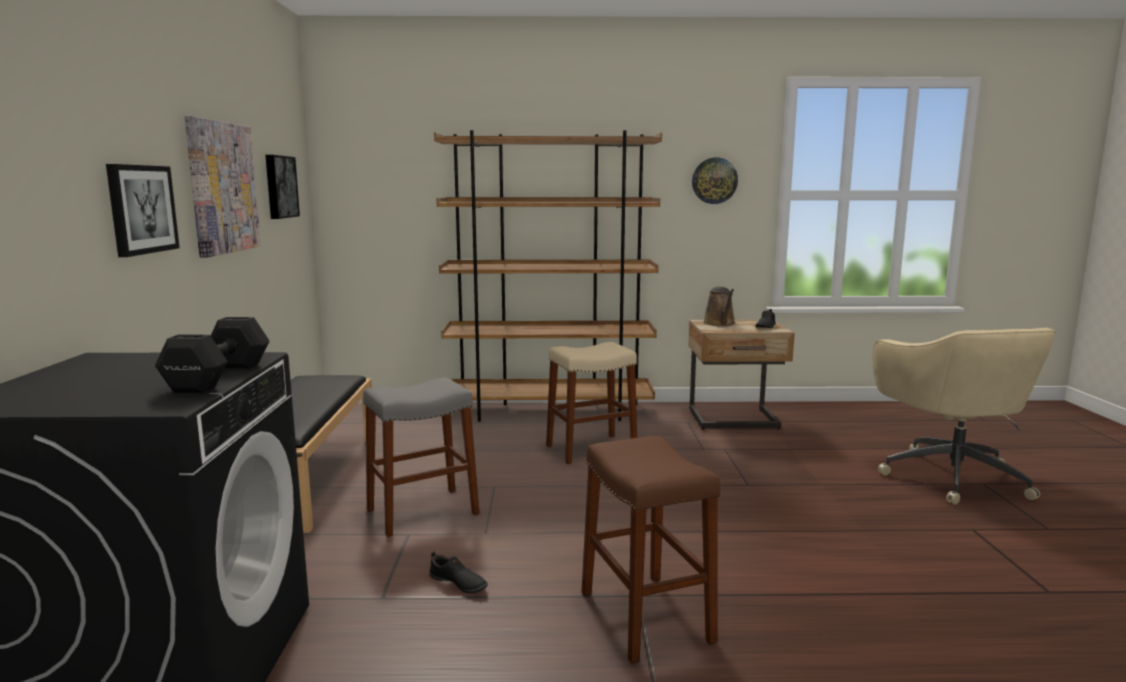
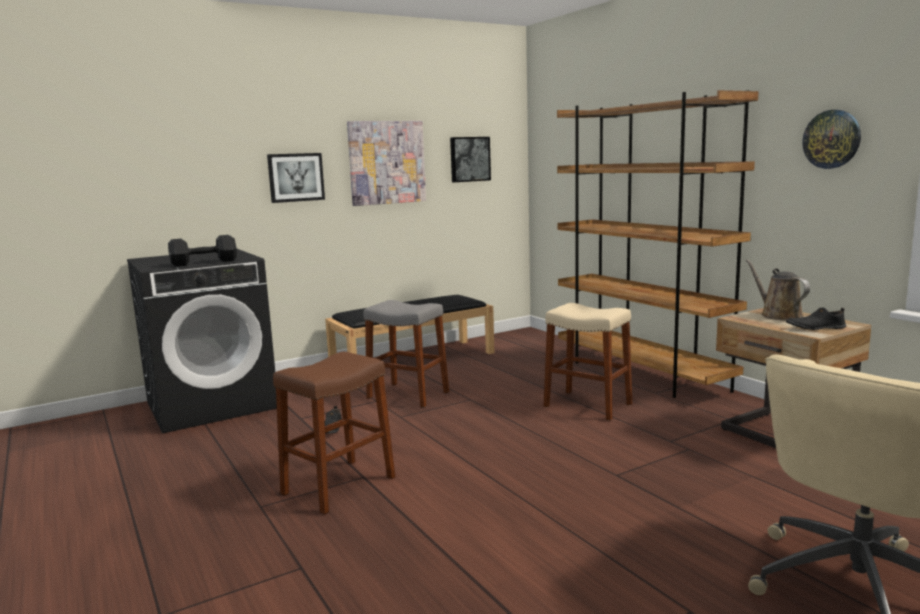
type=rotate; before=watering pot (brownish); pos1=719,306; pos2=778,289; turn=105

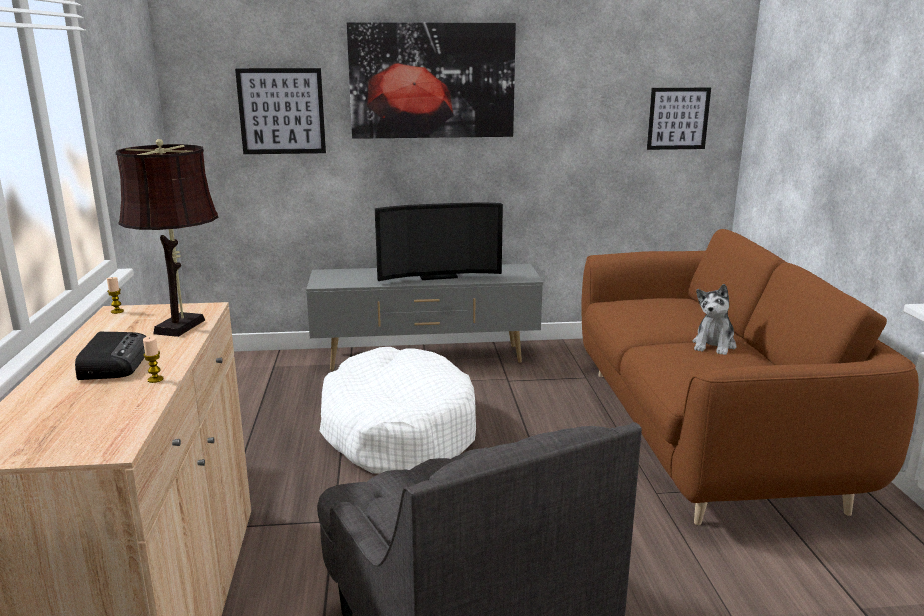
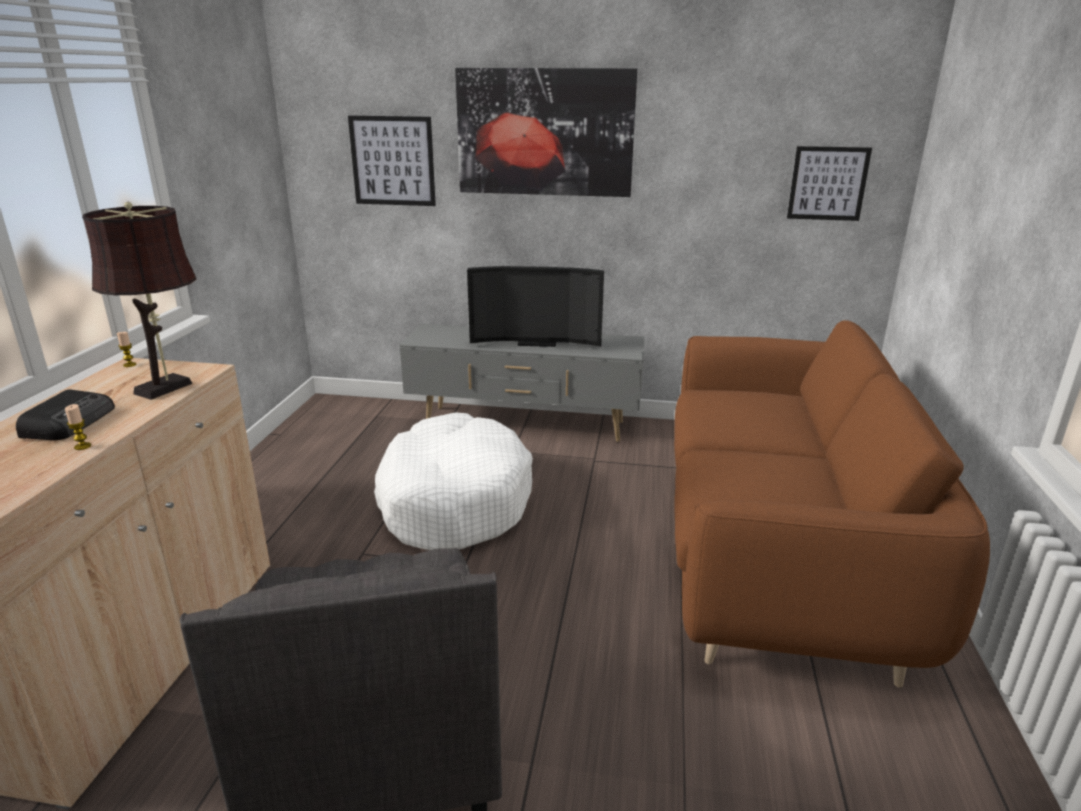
type=delete; before=cuddly toy; pos1=714,319

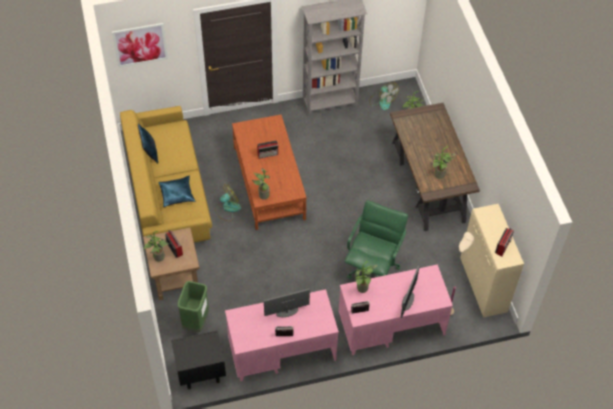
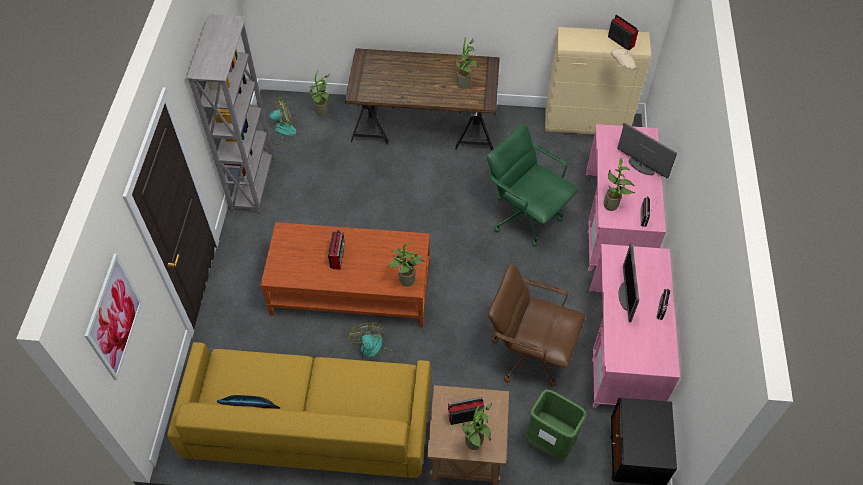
type=delete; before=pillow (bluish); pos1=176,191
type=insert; after=computer chair (brownish); pos2=536,325

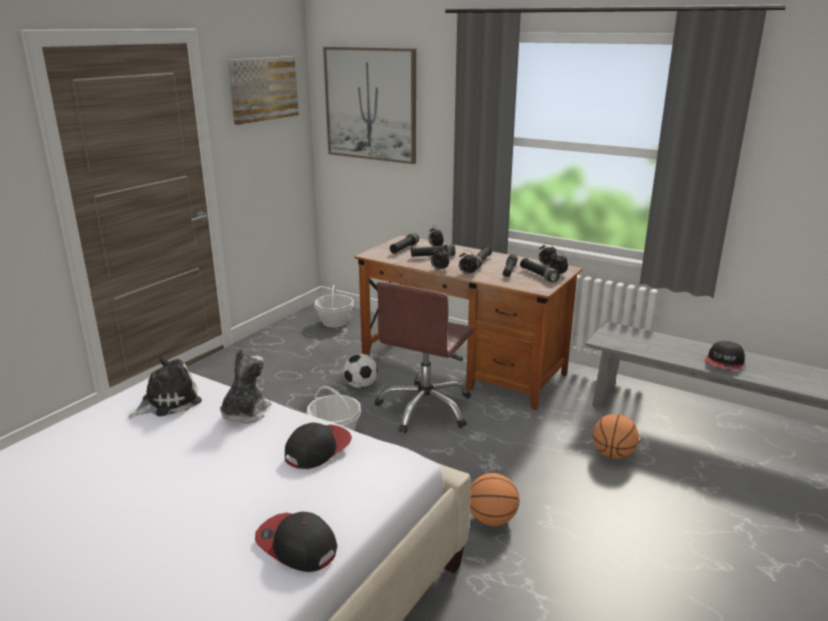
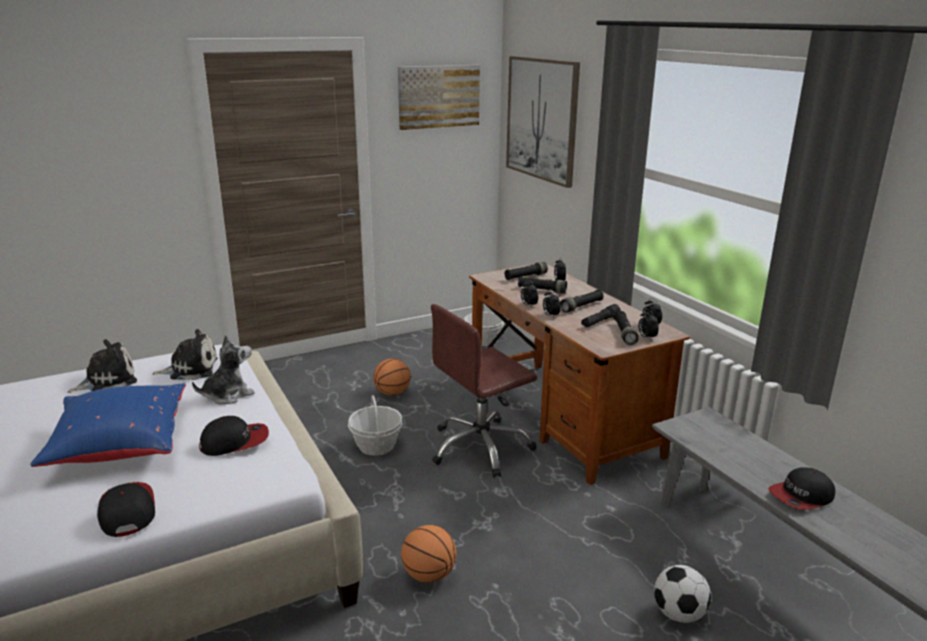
type=insert; after=pillow (bluish); pos2=108,425
type=insert; after=cuddly toy; pos2=102,366
type=move; before=football ball; pos1=360,371; pos2=682,594
type=move; before=basketball; pos1=616,436; pos2=392,377

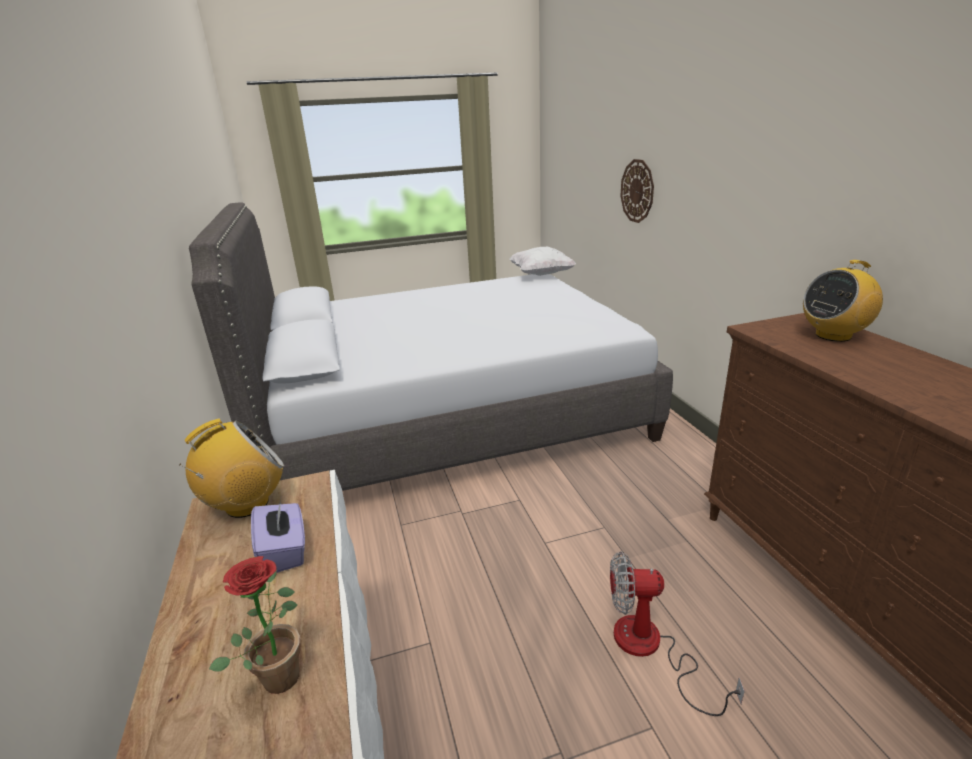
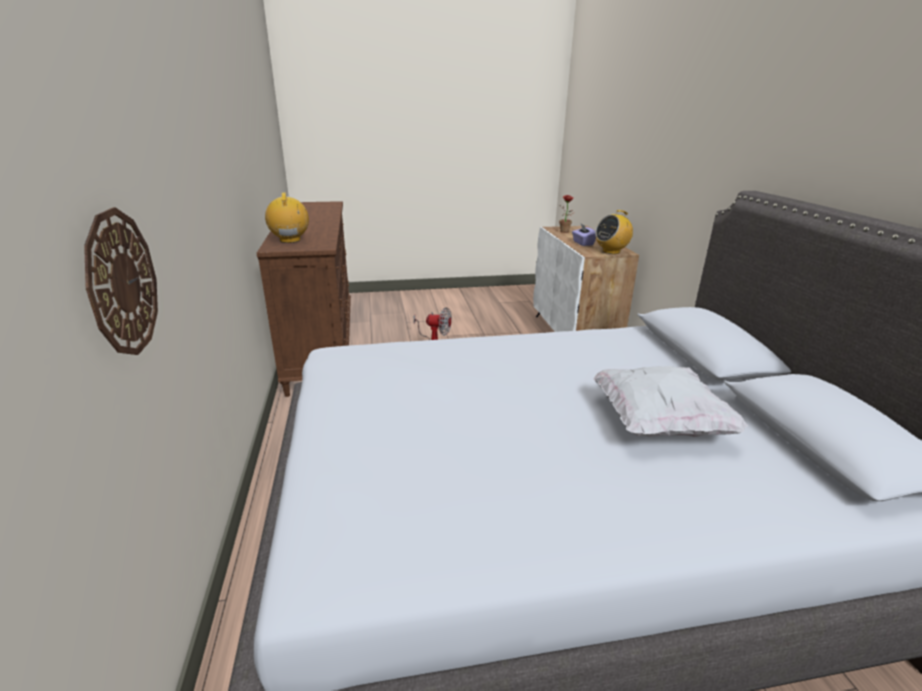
type=move; before=pillow (white); pos1=542,261; pos2=670,401
type=rotate; before=radio set; pos1=843,301; pos2=287,217; turn=-90

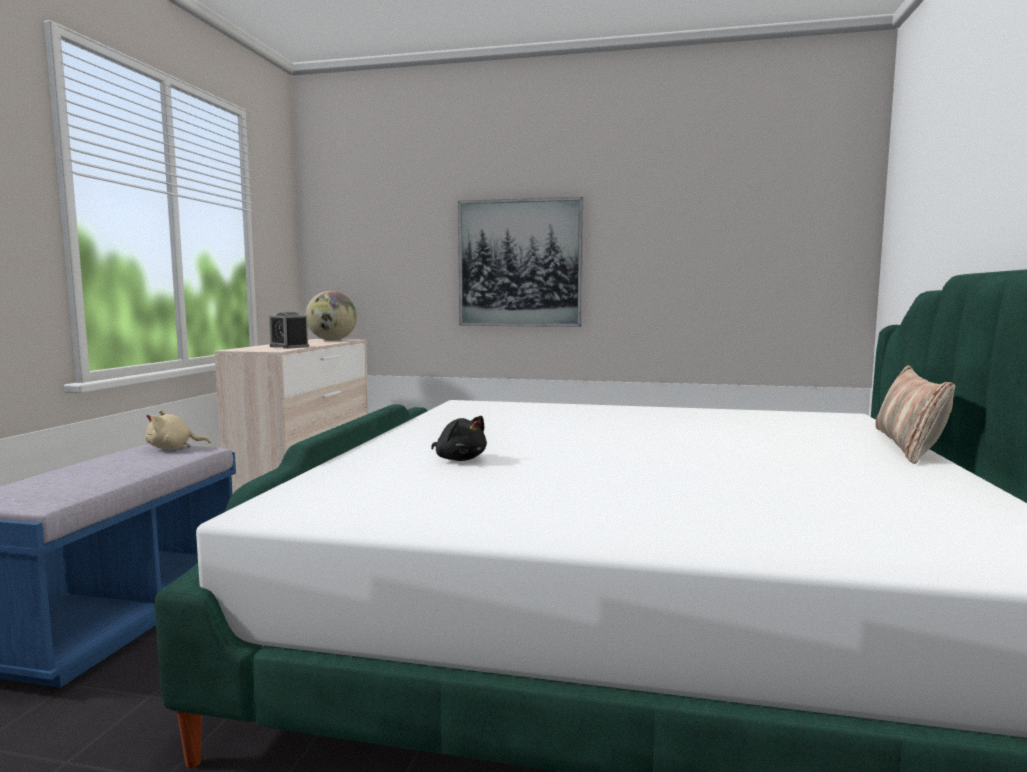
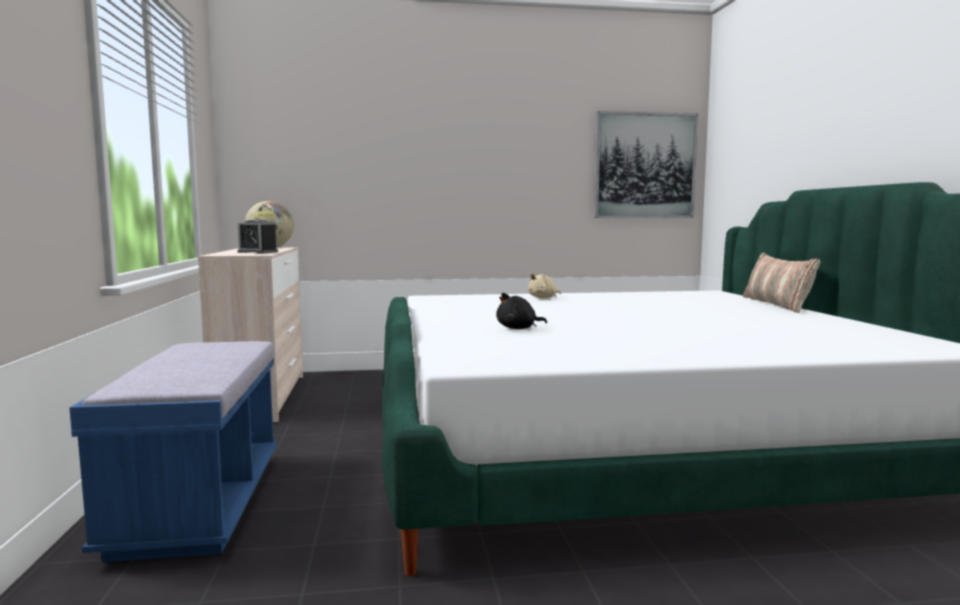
type=move; before=cuddly toy (beige-coloured); pos1=177,429; pos2=544,285
type=move; before=picture; pos1=520,262; pos2=646,164
type=rotate; before=cuddly toy (black-coloured); pos1=459,438; pos2=521,311; turn=135

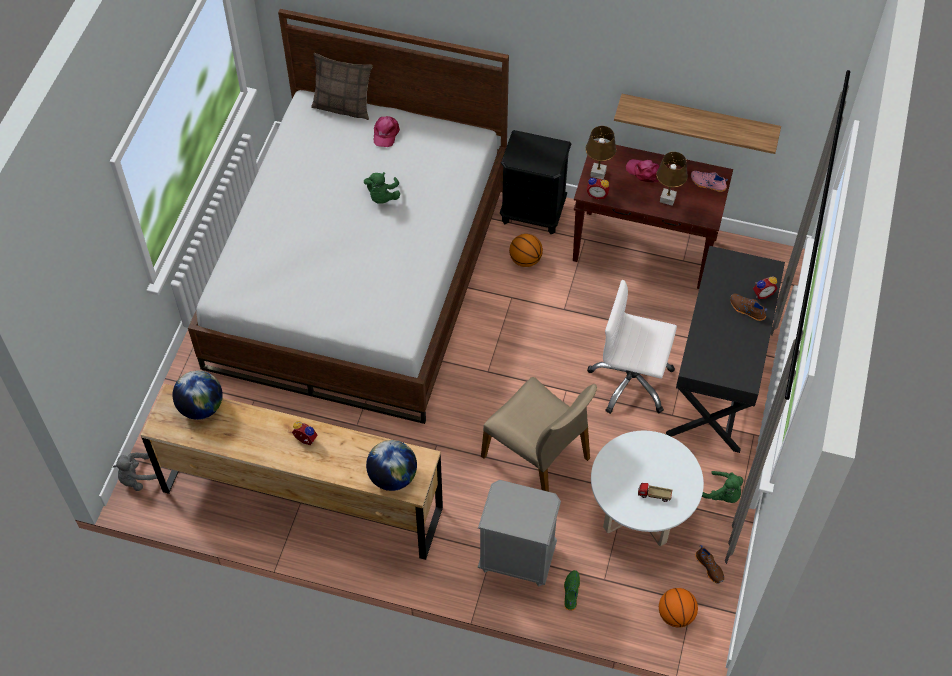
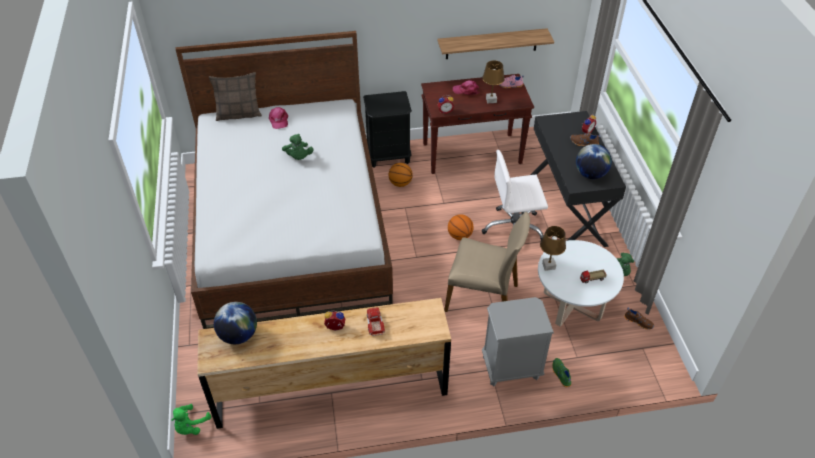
type=insert; after=toy truck; pos2=376,321
type=move; before=globe; pos1=391,465; pos2=594,161
type=move; before=tabletop lamp (brownish); pos1=601,153; pos2=553,248
type=move; before=basketball; pos1=678,607; pos2=461,227
type=recolor; before=cuddly toy (greyish); after=cuddly toy (green); pos1=138,471; pos2=191,419

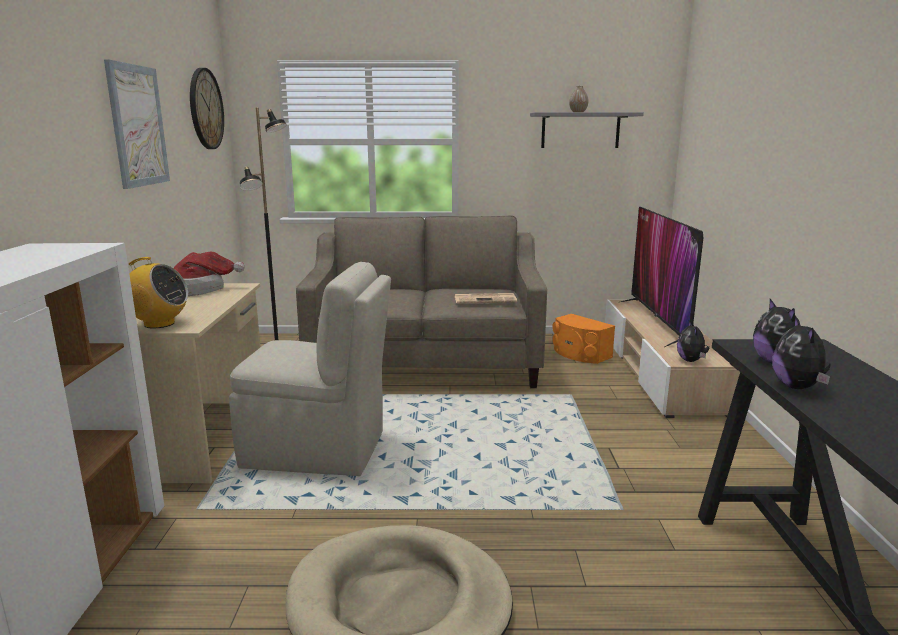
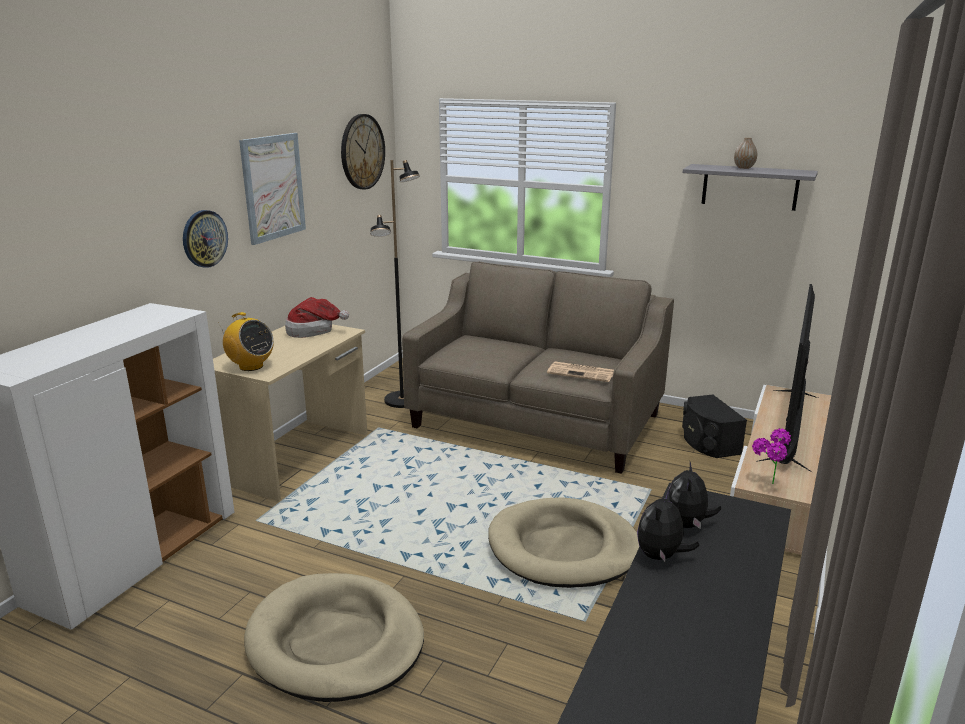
type=delete; before=plain chair (beige-coloured); pos1=310,369
type=insert; after=wall clock; pos2=205,239
type=insert; after=pet bed (beige-coloured); pos2=564,542
type=replace; before=cuddly toy; after=potted plant; pos1=693,341; pos2=771,456
type=recolor; before=loudspeaker (orange); after=loudspeaker (black-coloured); pos1=583,339; pos2=714,426

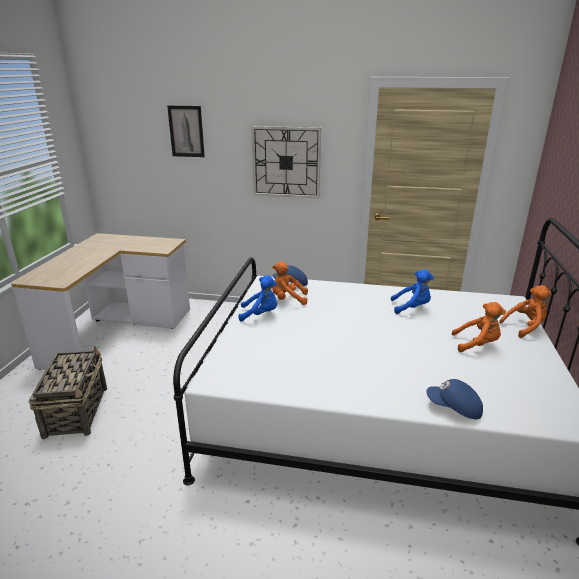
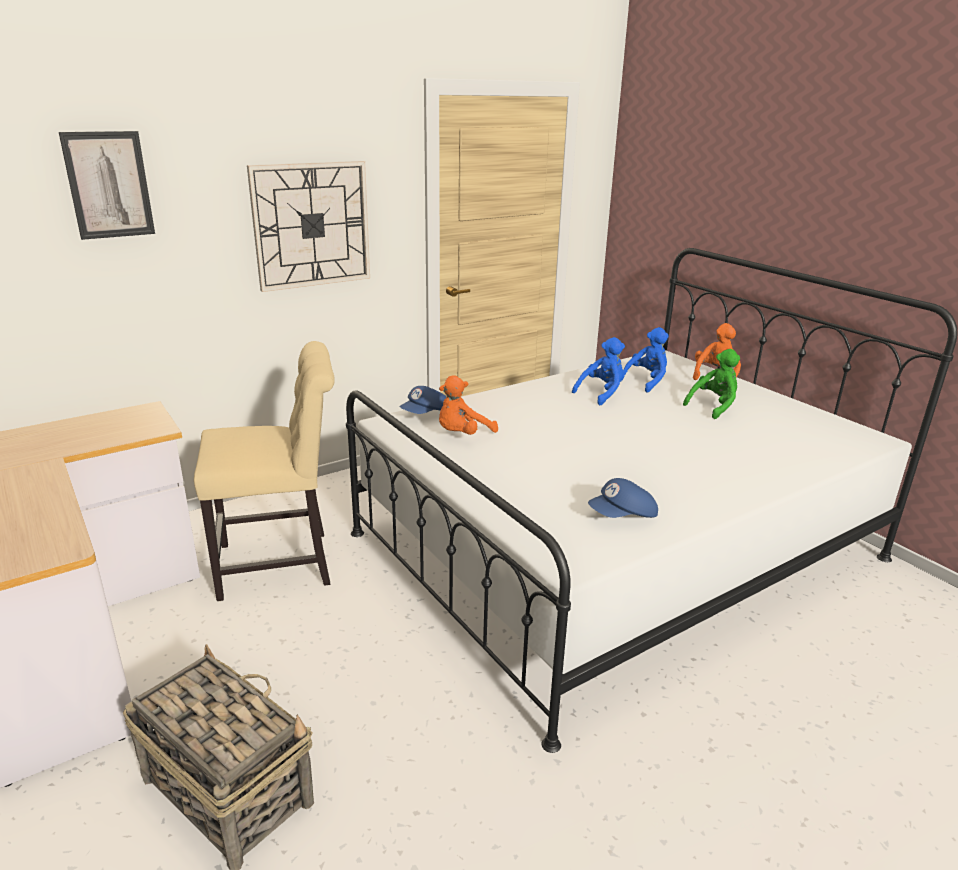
type=insert; after=plain chair (beige-coloured); pos2=264,471
type=move; before=cuddly toy (bluish); pos1=257,298; pos2=644,360
type=move; before=baseball cap (bluish); pos1=454,399; pos2=623,498
type=recolor; before=cuddly toy (orange); after=cuddly toy (green); pos1=479,327; pos2=711,384

